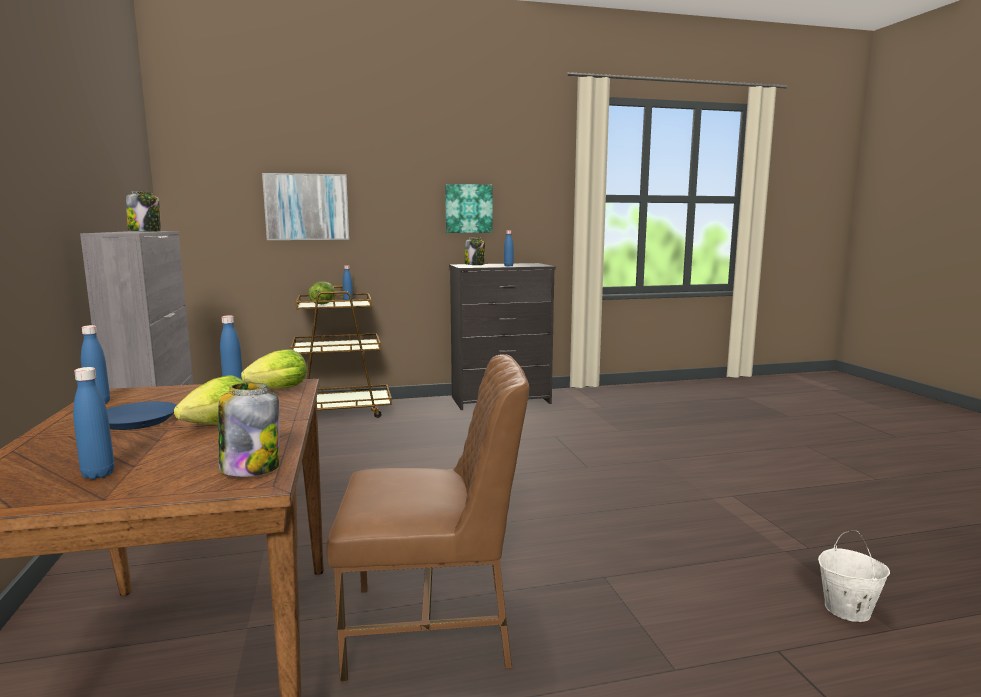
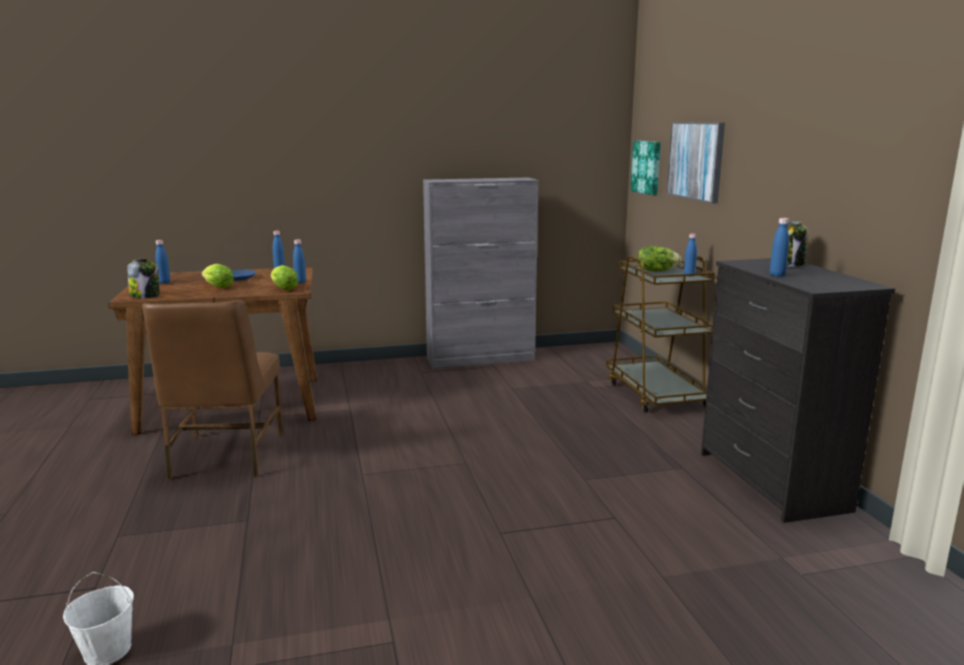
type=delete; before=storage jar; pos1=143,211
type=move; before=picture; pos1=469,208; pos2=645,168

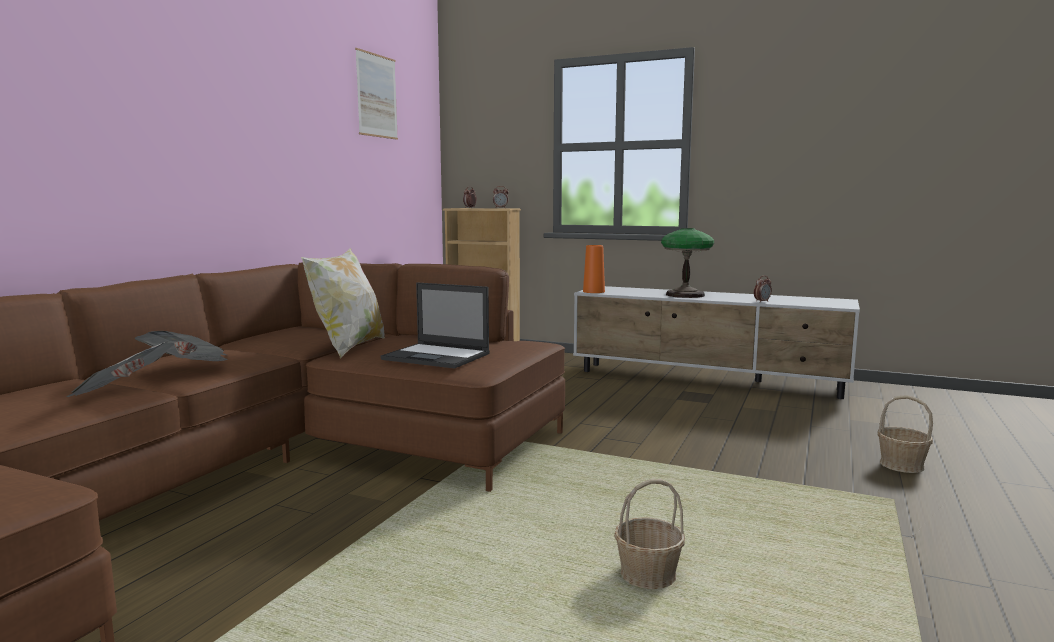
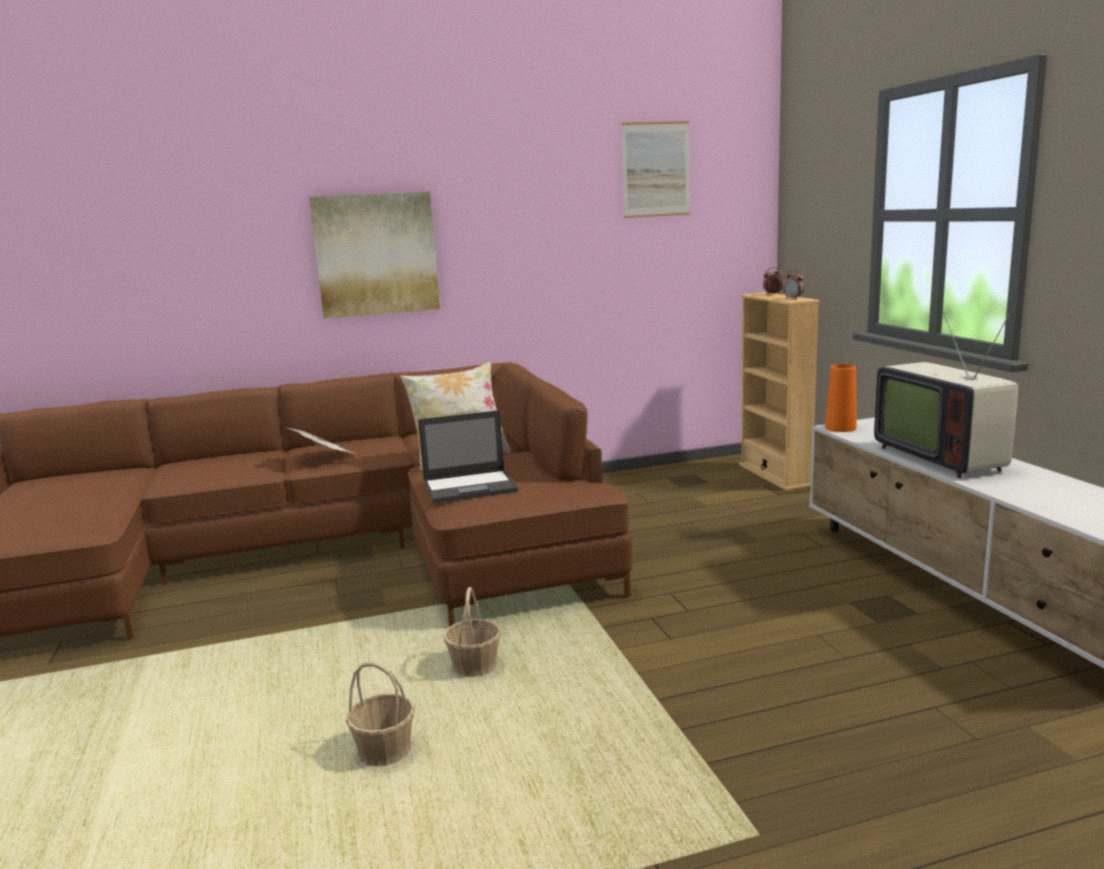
type=delete; before=printed paper; pos1=120,369
type=delete; before=table clock; pos1=763,289
type=insert; after=picture; pos2=374,254
type=move; before=household basket; pos1=905,434; pos2=472,632
type=replace; before=tabletop lamp; after=TV set; pos1=687,263; pos2=946,395
type=rotate; before=notebook computer; pos1=435,325; pos2=468,456; turn=-90

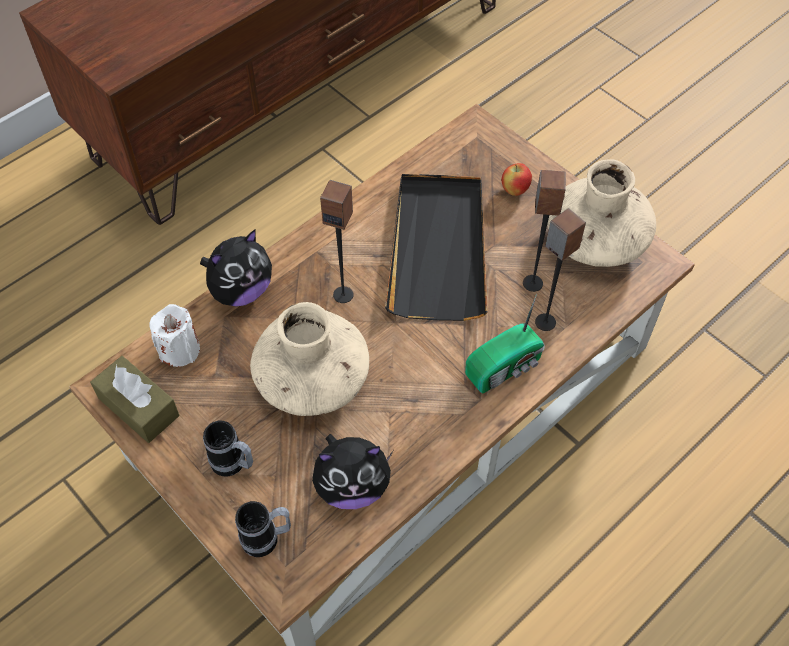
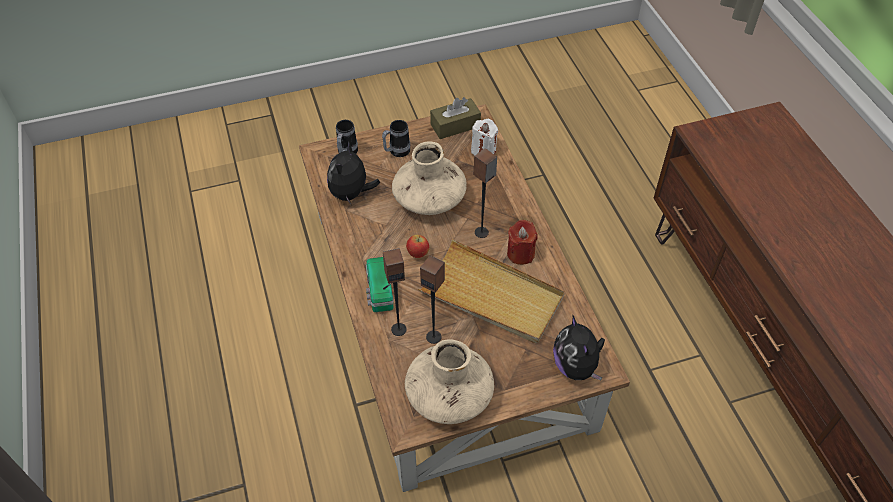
type=insert; after=wax candle (red); pos2=522,242
type=move; before=cuddly toy; pos1=236,268; pos2=579,348
type=move; before=apple fruit; pos1=517,179; pos2=417,246
type=recolor; before=tray (black-coloured); after=tray (beige-coloured); pos1=436,247; pos2=491,291

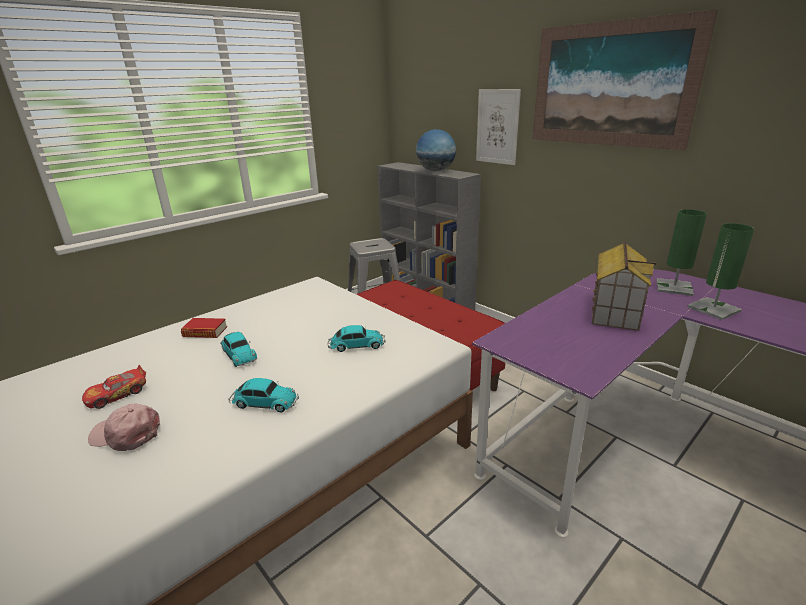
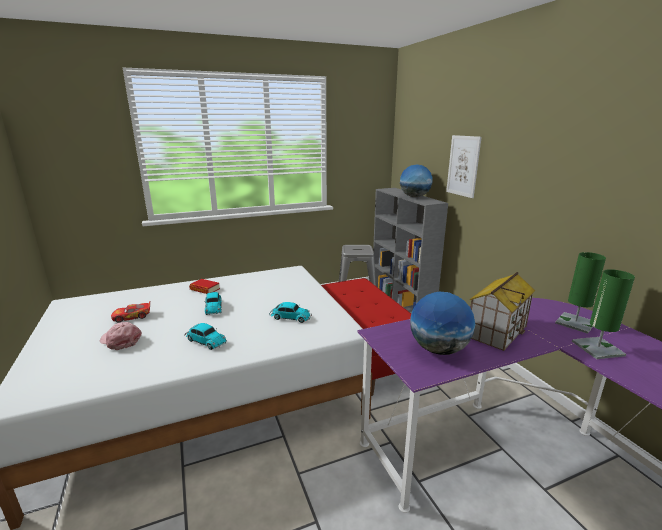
type=delete; before=picture; pos1=625,80
type=insert; after=globe; pos2=442,323

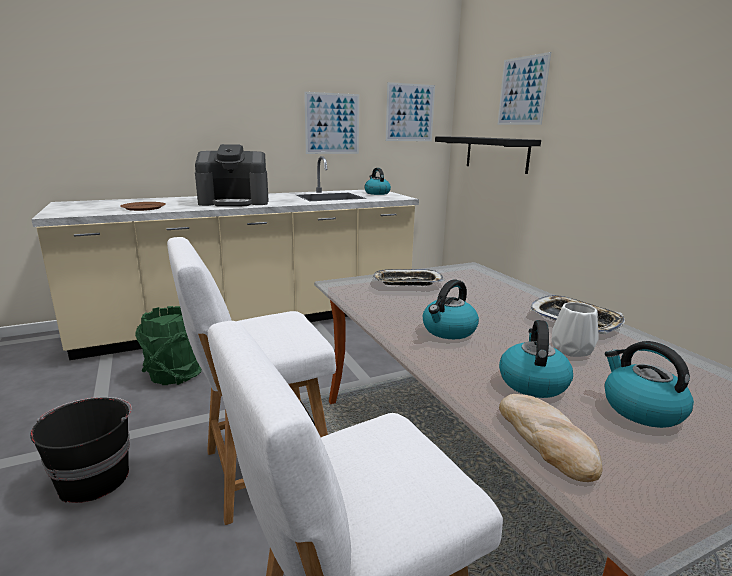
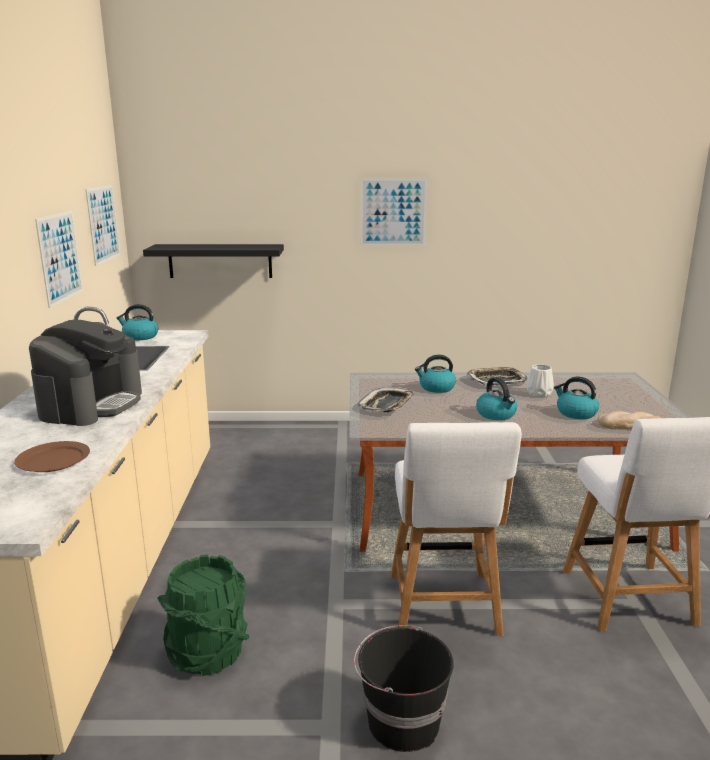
type=move; before=picture; pos1=524,88; pos2=394,212
type=move; before=kettle; pos1=649,384; pos2=435,374

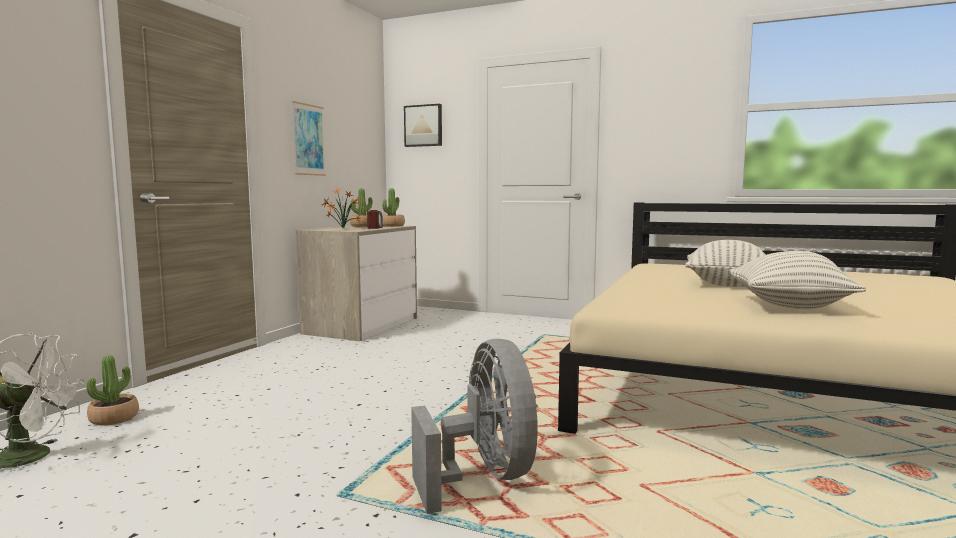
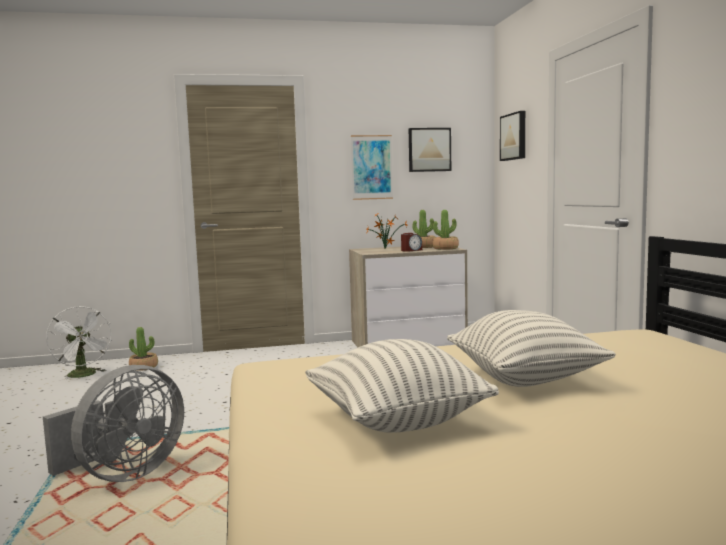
type=insert; after=picture; pos2=430,150

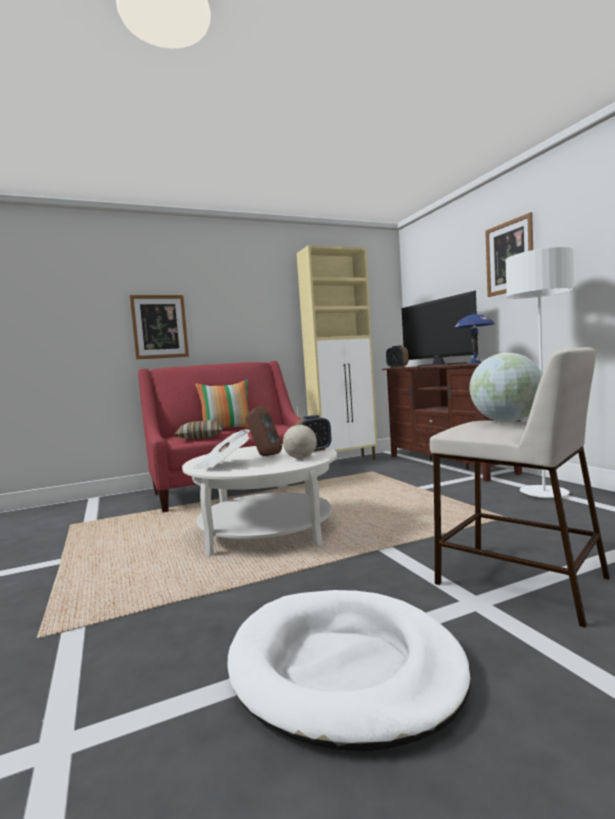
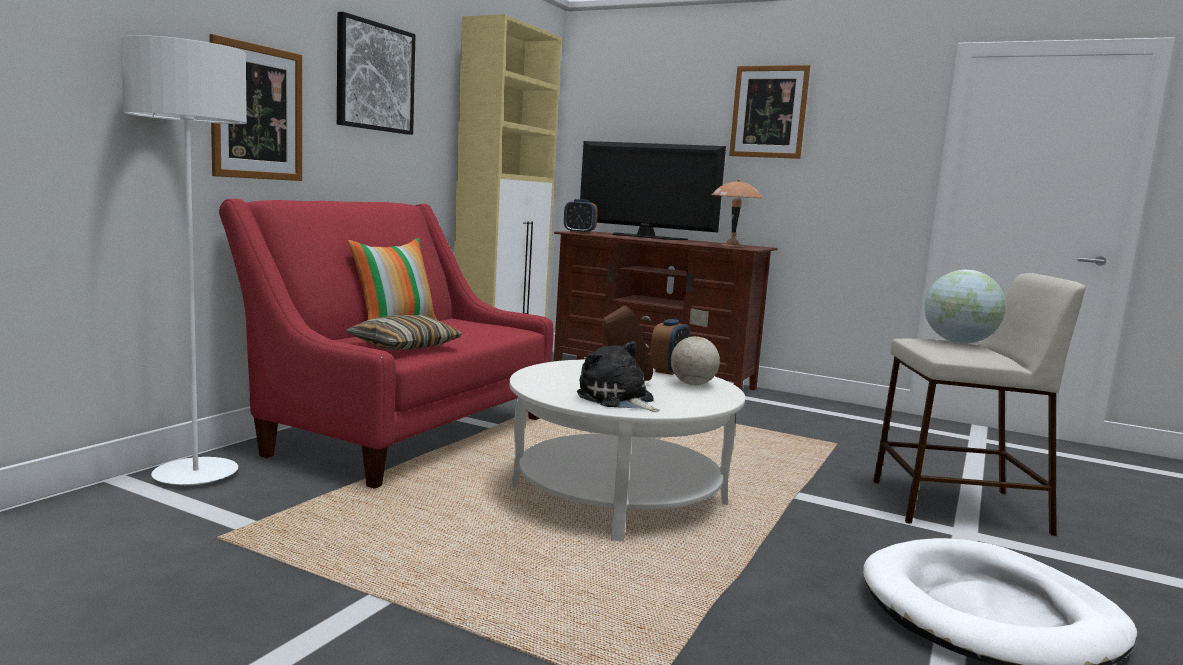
type=insert; after=picture; pos2=376,73
type=move; before=standard lamp (white); pos1=539,372; pos2=183,260
type=replace; before=printed paper; after=cuddly toy; pos1=222,449; pos2=618,376
type=recolor; before=tabletop lamp (bluish); after=tabletop lamp (brownish); pos1=474,338; pos2=737,213

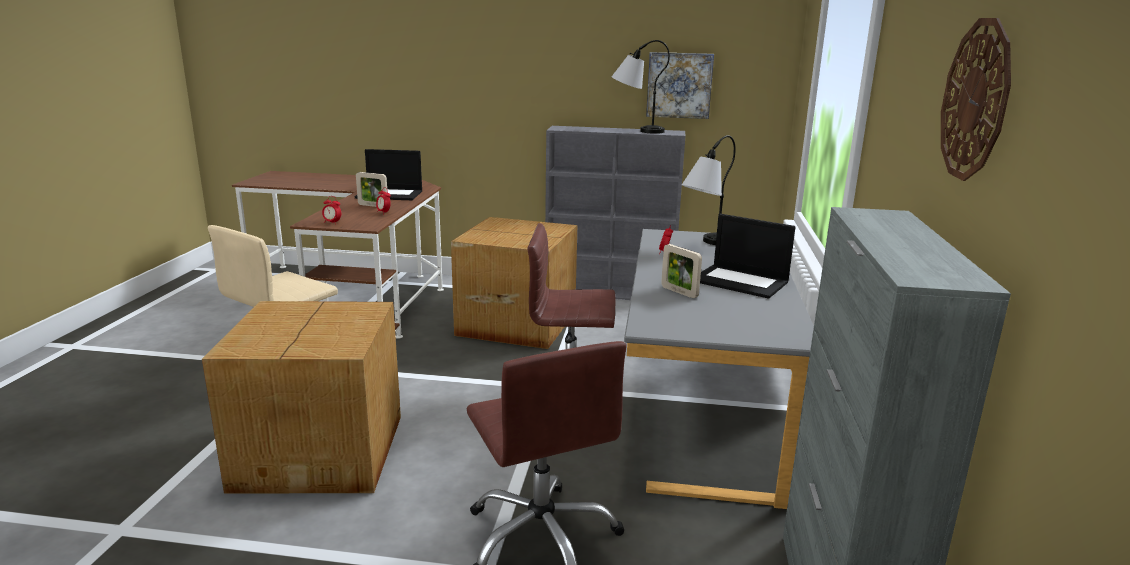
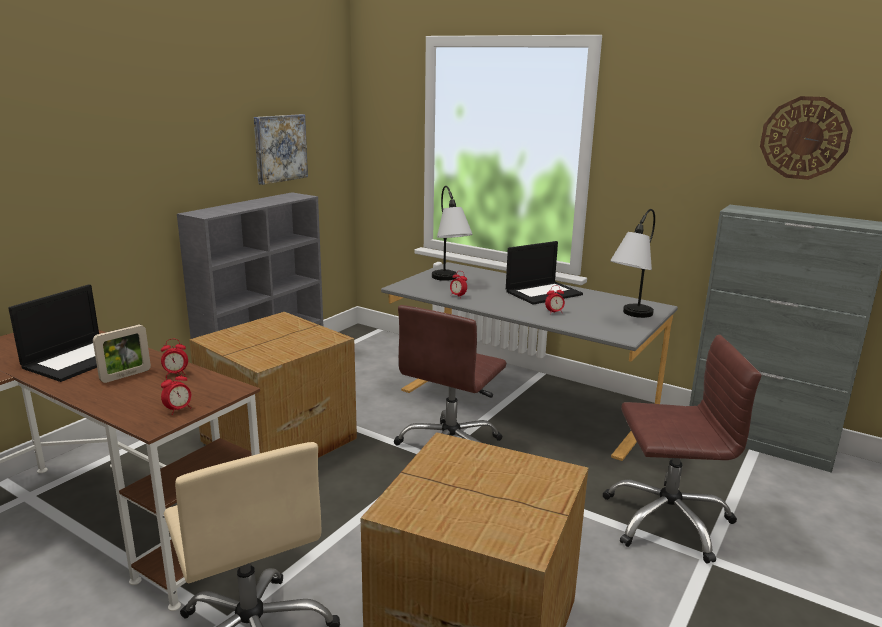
type=move; before=tabletop lamp; pos1=641,87; pos2=632,263
type=replace; before=picture frame; after=table clock; pos1=681,271; pos2=555,299

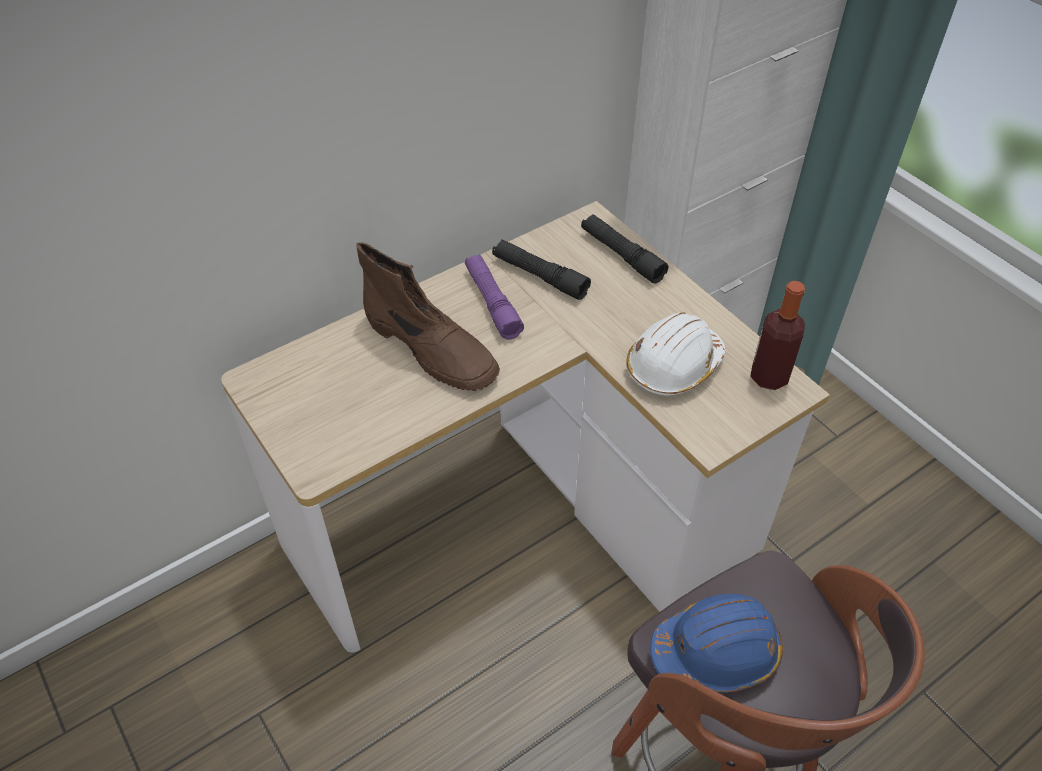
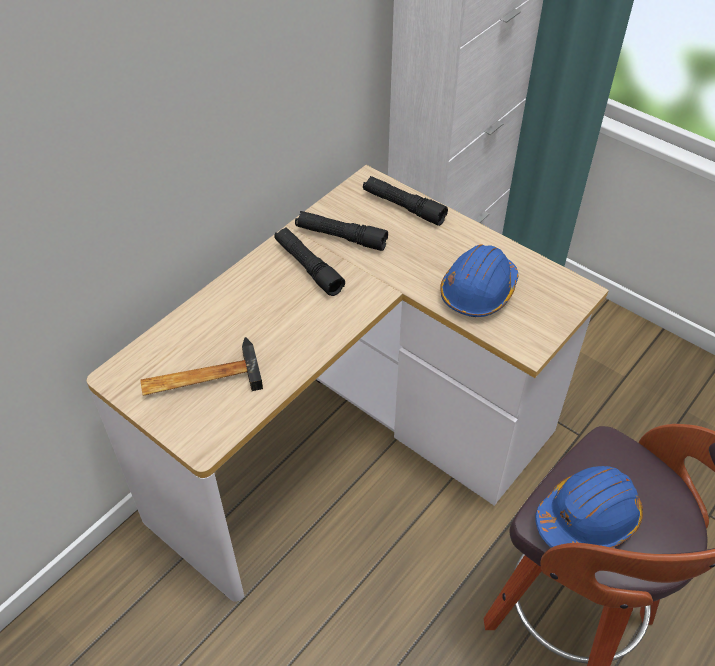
type=delete; before=tall boot (brownish); pos1=428,316
type=delete; before=bottle; pos1=777,335
type=insert; after=hammer; pos2=202,366
type=recolor; before=torch (purple); after=torch (black-coloured); pos1=494,297; pos2=309,262
type=recolor; before=safety helmet (white); after=safety helmet (bluish); pos1=675,354; pos2=479,280

